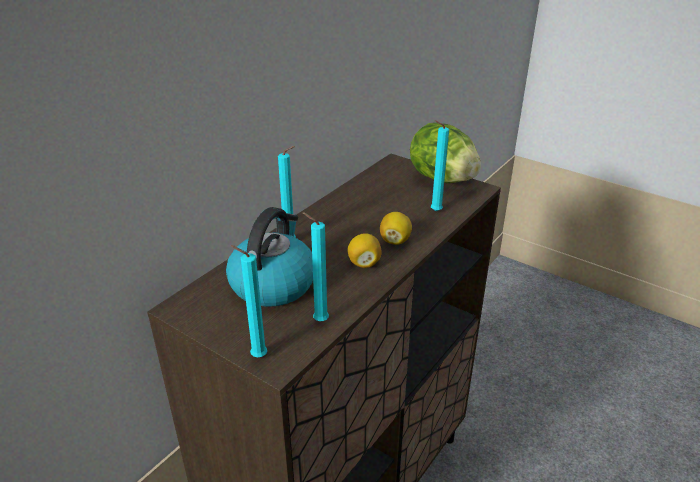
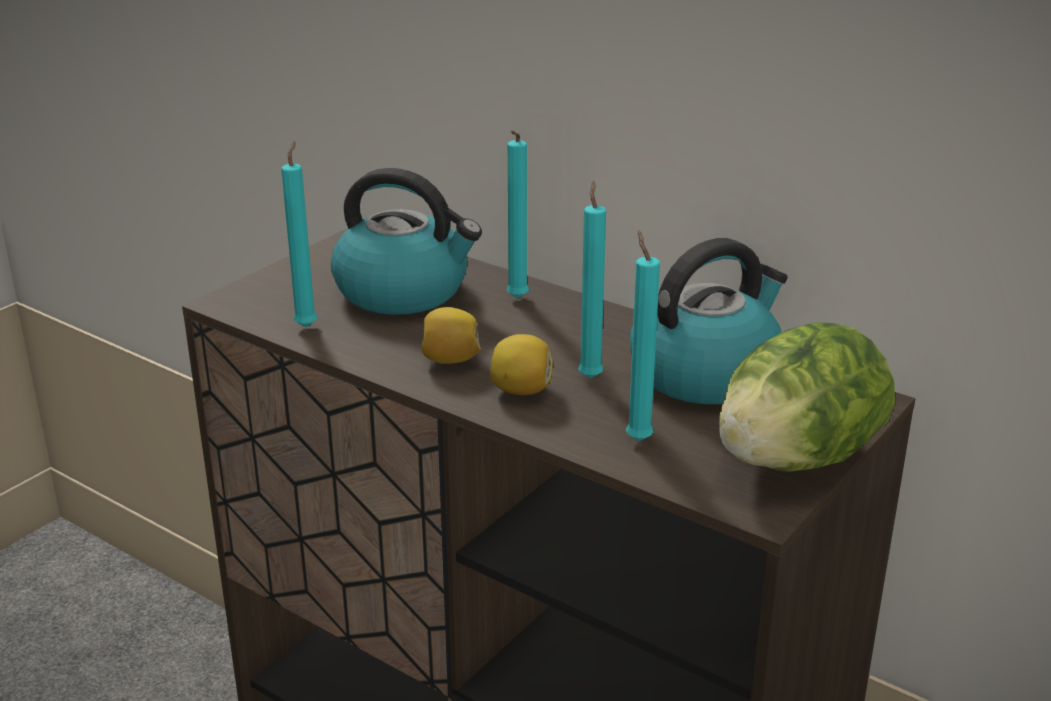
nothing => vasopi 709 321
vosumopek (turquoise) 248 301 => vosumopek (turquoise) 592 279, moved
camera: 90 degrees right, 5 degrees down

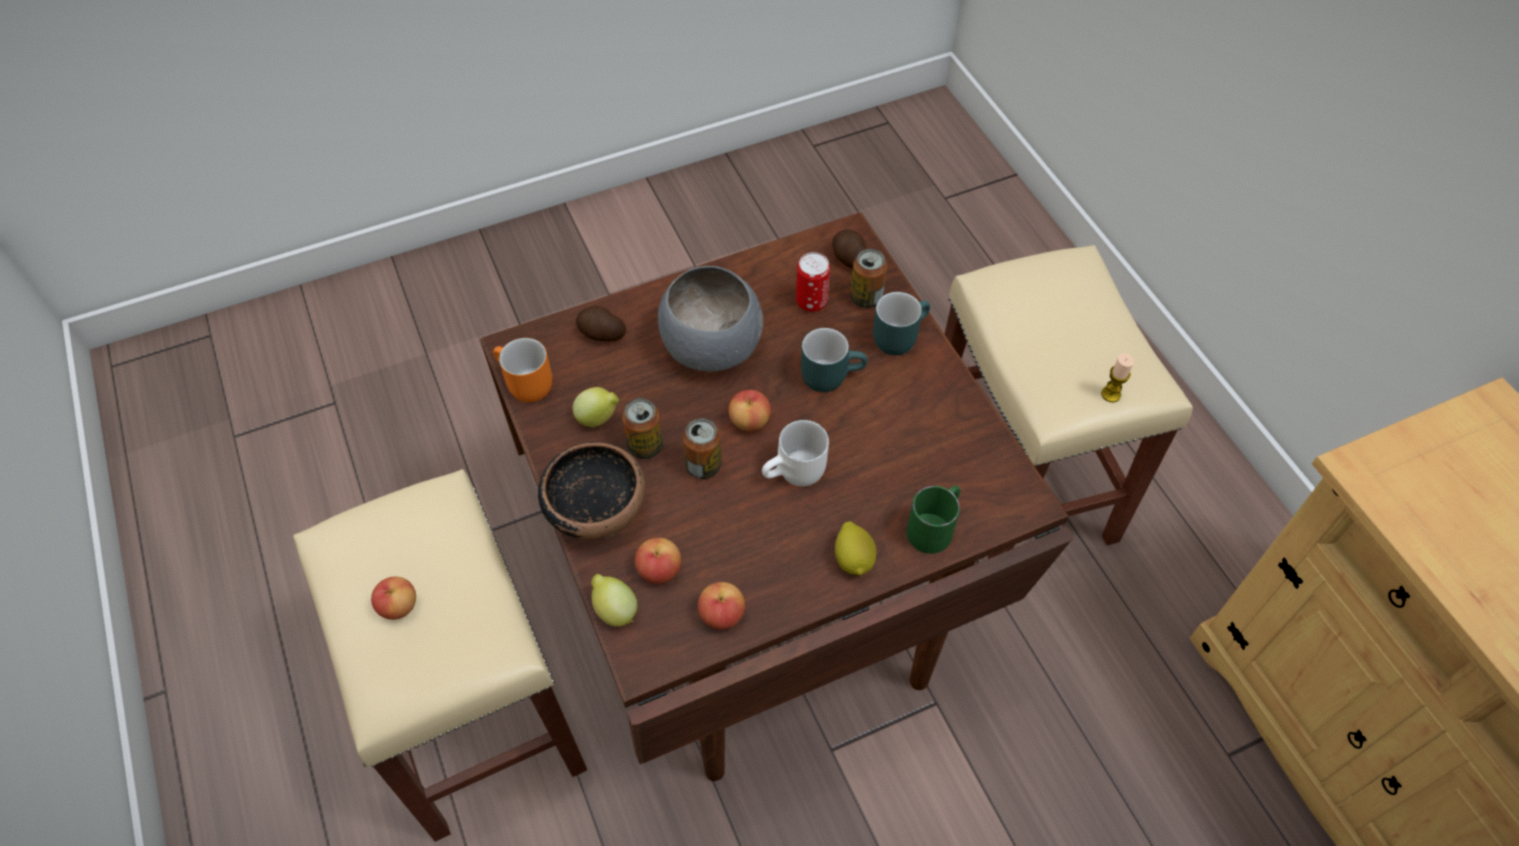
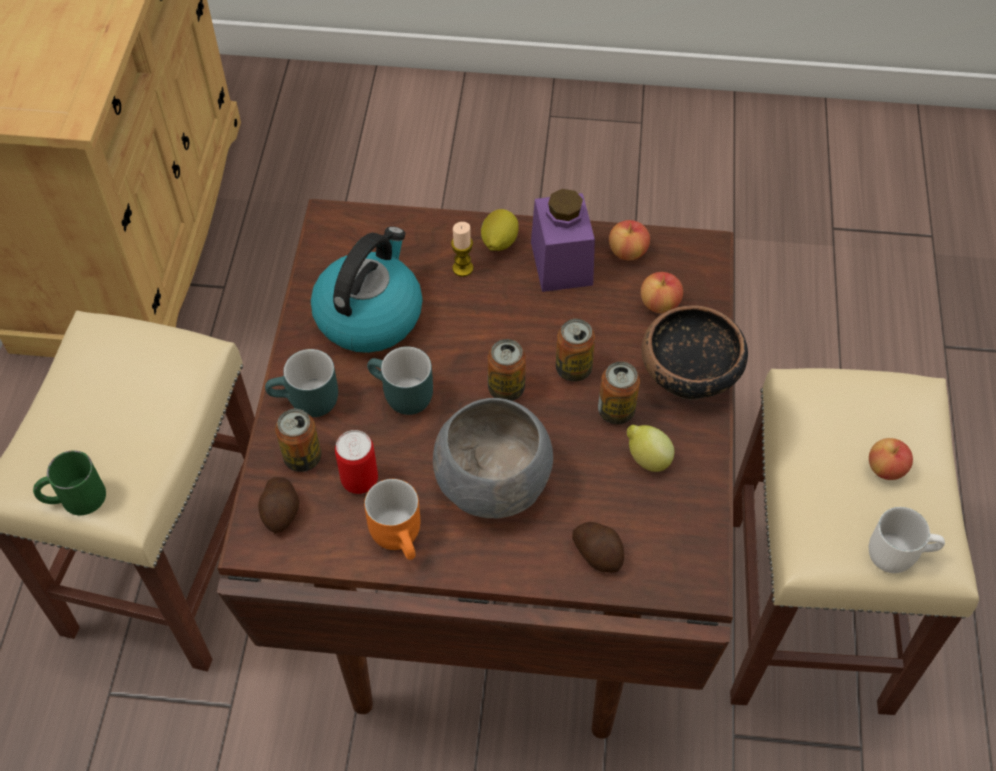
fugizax 614 600 => nothing
nothing => vasopi 367 289
nothing => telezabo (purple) 563 240
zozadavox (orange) 522 370 => zozadavox (orange) 392 519, moved
zozadavox (white) 795 453 => zozadavox (white) 907 540, moved
zozadavox (green) 933 519 => zozadavox (green) 69 482, moved
vosumopek 1117 377 => vosumopek 462 249, moved
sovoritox 749 410 => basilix 507 370
camera: 150 degrees left, 0 degrees up

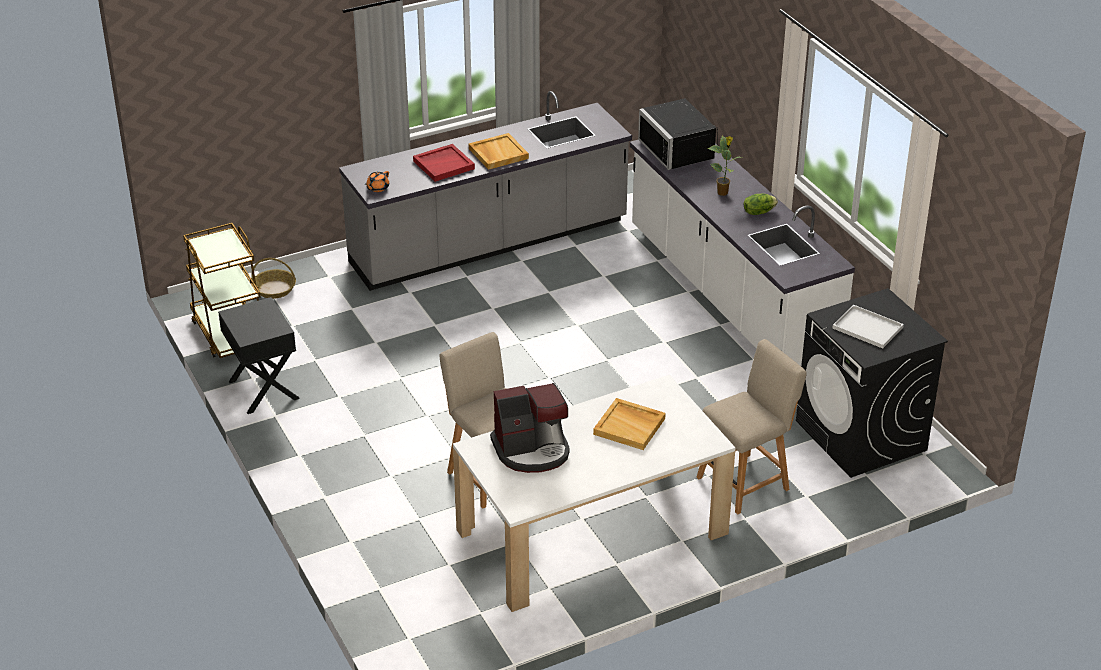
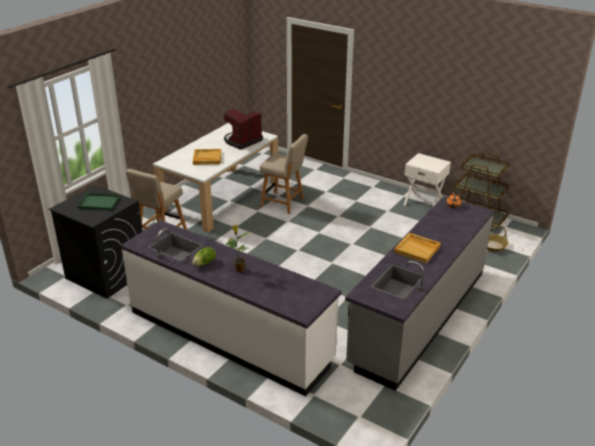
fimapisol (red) 444 163 => nothing
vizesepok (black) 678 134 => nothing
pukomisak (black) 259 355 => pukomisak (white) 427 180
fimapisol (white) 868 326 => fimapisol (green) 98 201
camera: 150 degrees right, 5 degrees down

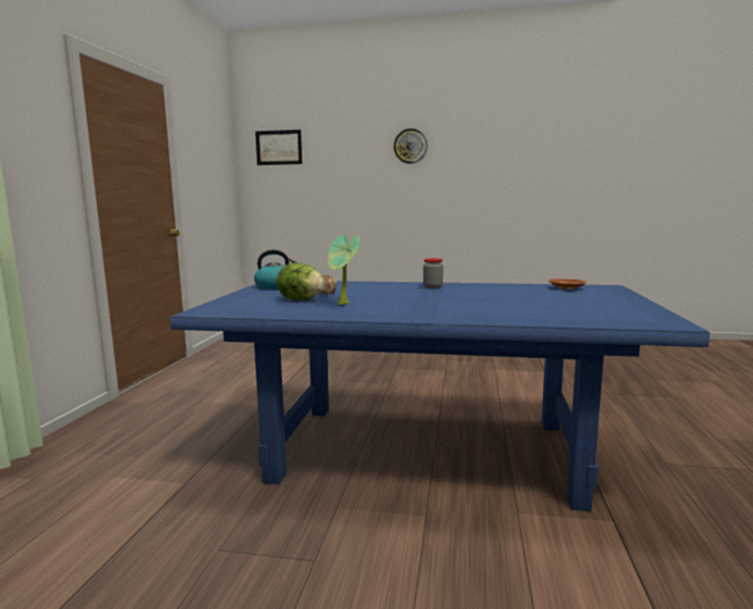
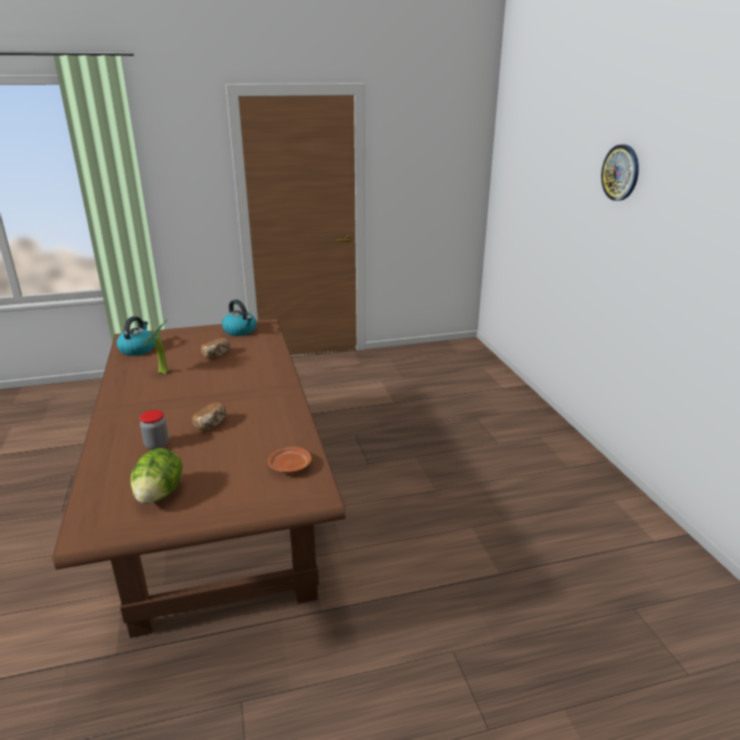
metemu 278 147 => nothing
nothing => vasopi 135 336
nothing => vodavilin 209 417
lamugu 301 281 => lamugu 156 476, moved
telezabo 433 273 => telezabo 154 430, moved
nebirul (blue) 440 396 => nebirul (brown) 198 478
camera: 65 degrees right, 15 degrees up

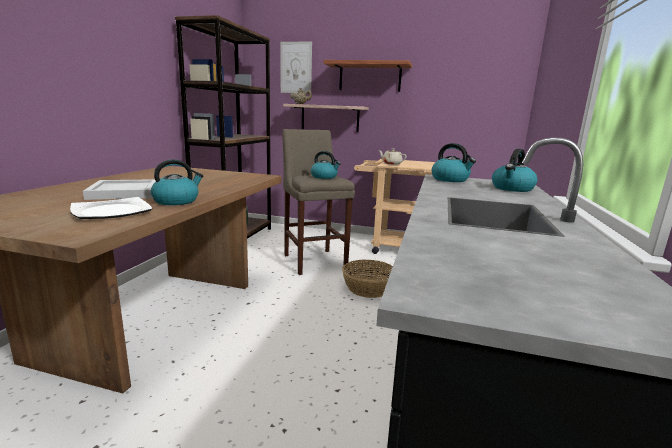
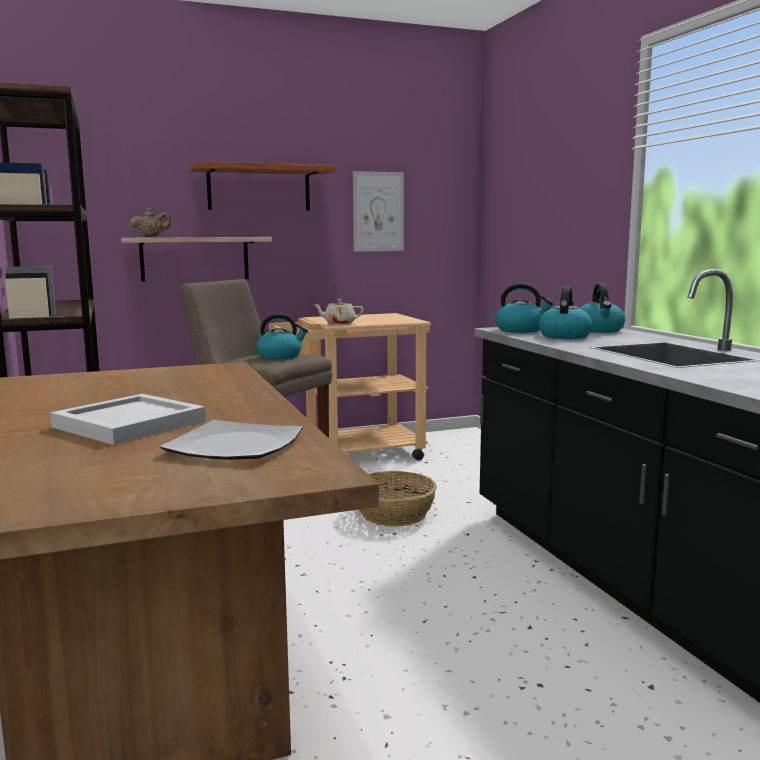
vasopi 177 182 => vasopi 566 312, moved
metemu 296 68 => metemu 378 211, moved
camera: 35 degrees left, 5 degrees down

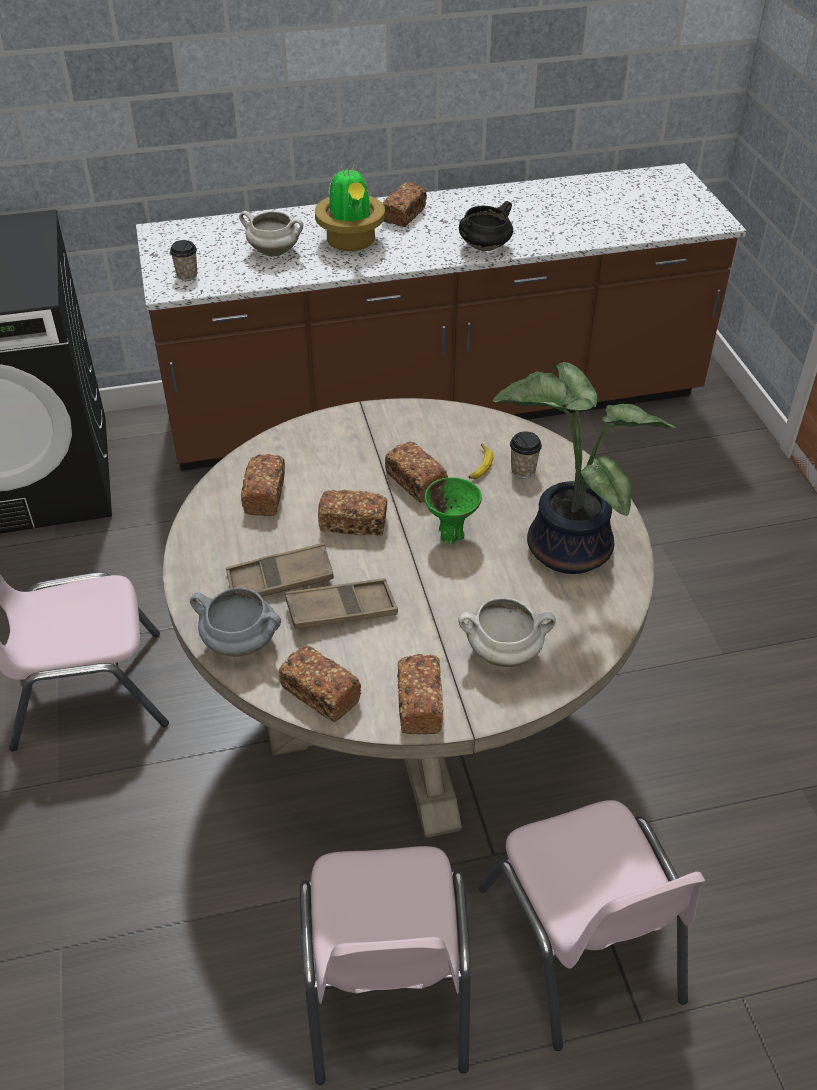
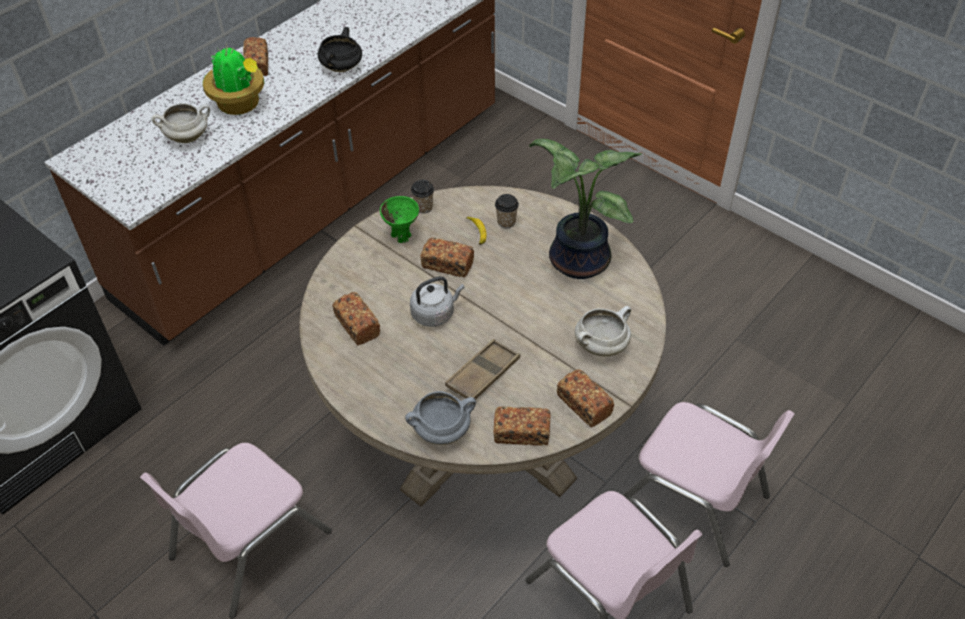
fimapisol (brown) 280 570 => nothing
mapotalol 183 260 => mapotalol 422 197, moved
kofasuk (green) 453 510 => kofasuk (green) 399 219, moved
vodavilin 352 512 => vasopi (grey) 437 301
camera: 35 degrees left, 5 degrees up

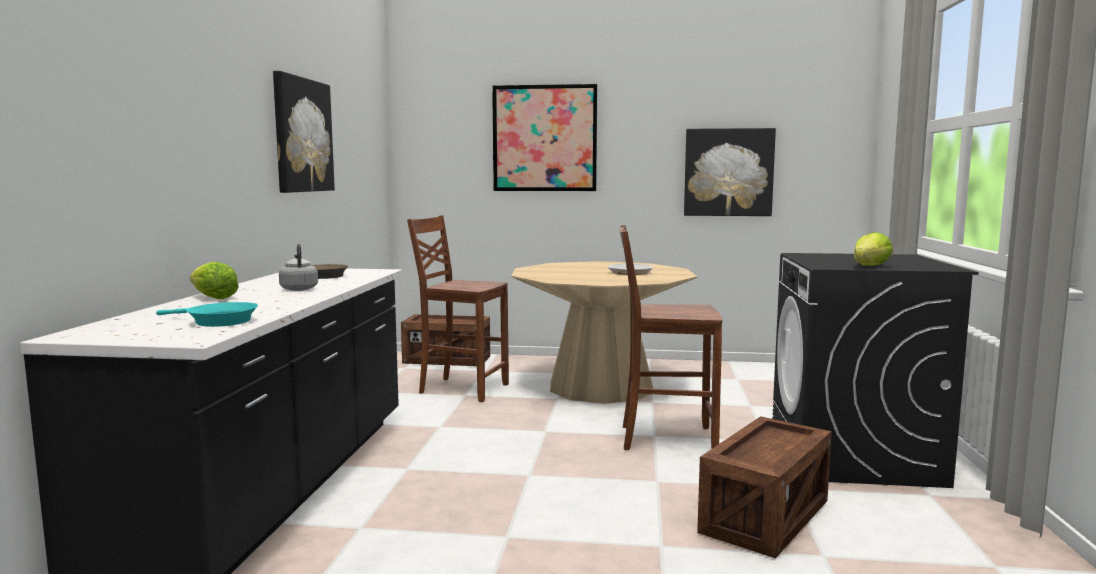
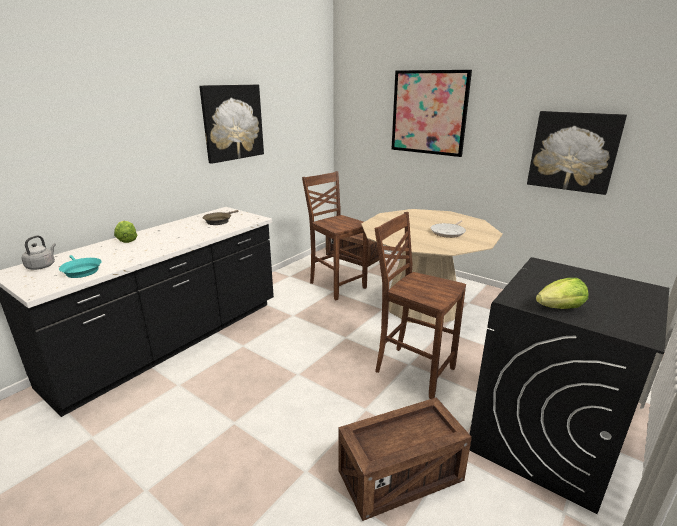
vasopi (grey) 298 267 => vasopi (grey) 39 252, moved
camera: 30 degrees right, 15 degrees up

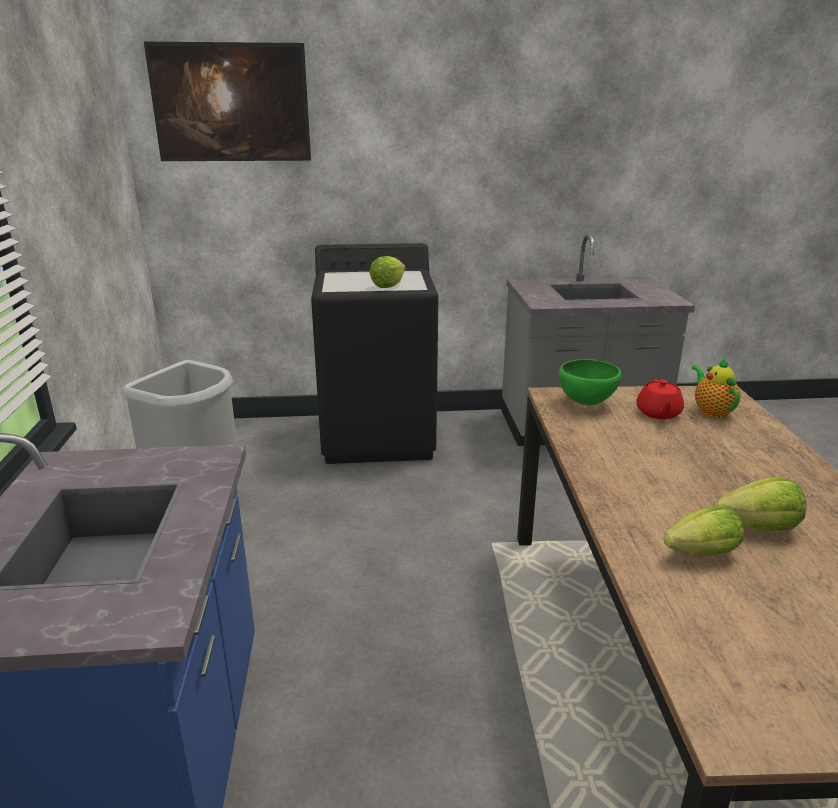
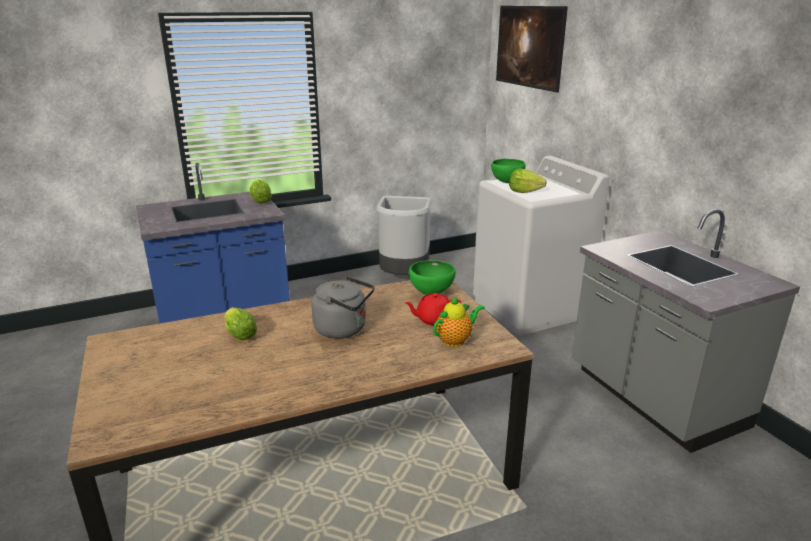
nothing => vasopi (grey) 342 307
nothing => kofasuk (green) 508 171
lamugu 760 504 => lamugu 261 192, moved
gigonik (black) 375 353 => gigonik (white) 541 246
camera: 70 degrees right, 0 degrees up

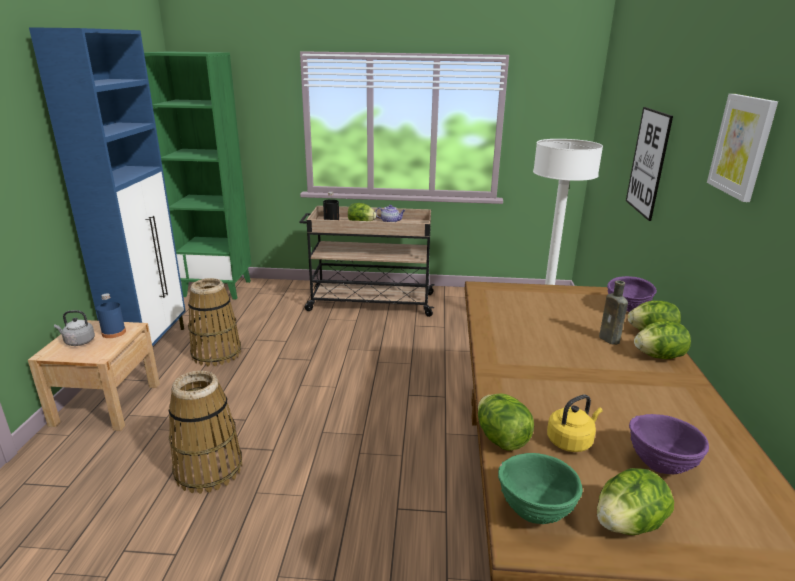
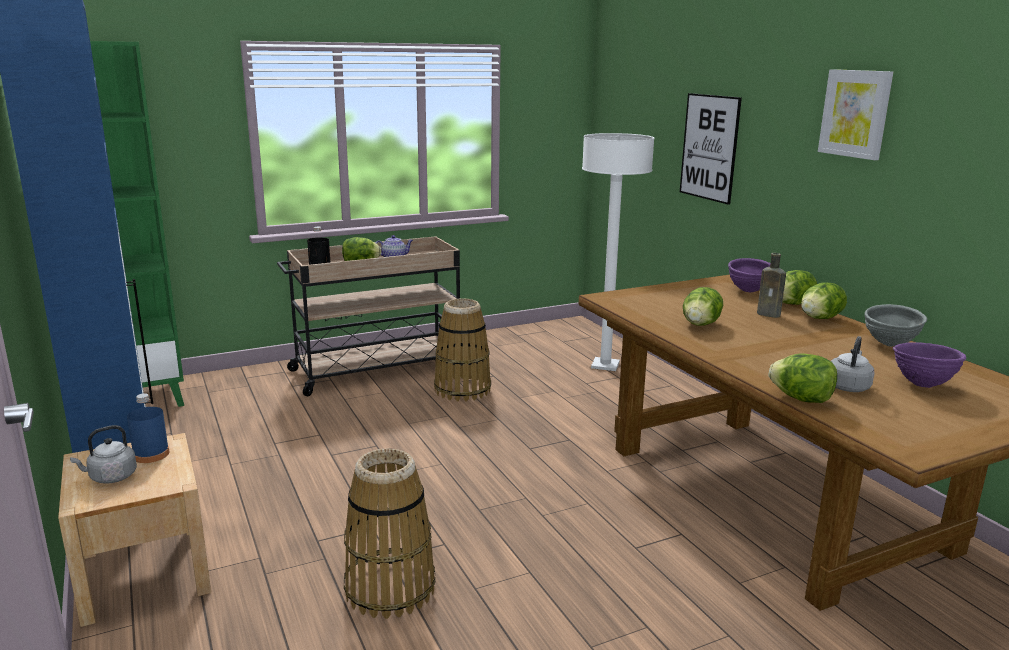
kofasuk (green) 540 488 => nothing
nothing => kofasuk (grey) 895 325
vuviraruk 214 322 => vuviraruk 462 350, moved
lamugu 635 501 => lamugu 703 306, moved
vasopi (yellow) 575 423 => vasopi (grey) 853 364
camera: 30 degrees left, 5 degrees down

